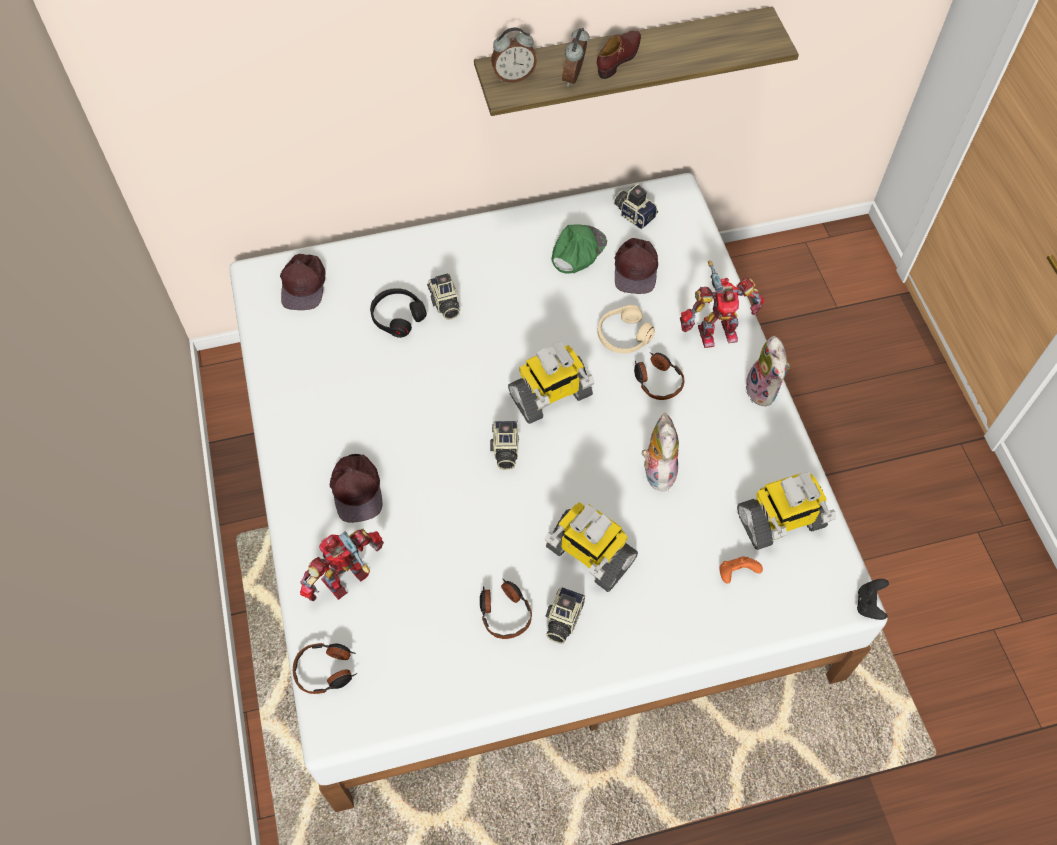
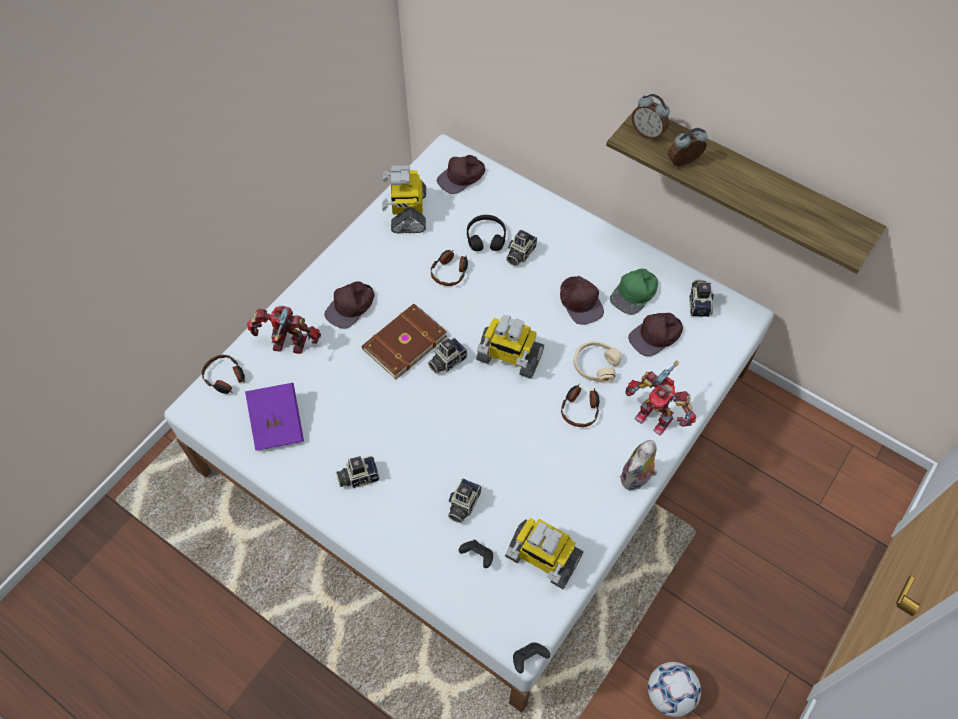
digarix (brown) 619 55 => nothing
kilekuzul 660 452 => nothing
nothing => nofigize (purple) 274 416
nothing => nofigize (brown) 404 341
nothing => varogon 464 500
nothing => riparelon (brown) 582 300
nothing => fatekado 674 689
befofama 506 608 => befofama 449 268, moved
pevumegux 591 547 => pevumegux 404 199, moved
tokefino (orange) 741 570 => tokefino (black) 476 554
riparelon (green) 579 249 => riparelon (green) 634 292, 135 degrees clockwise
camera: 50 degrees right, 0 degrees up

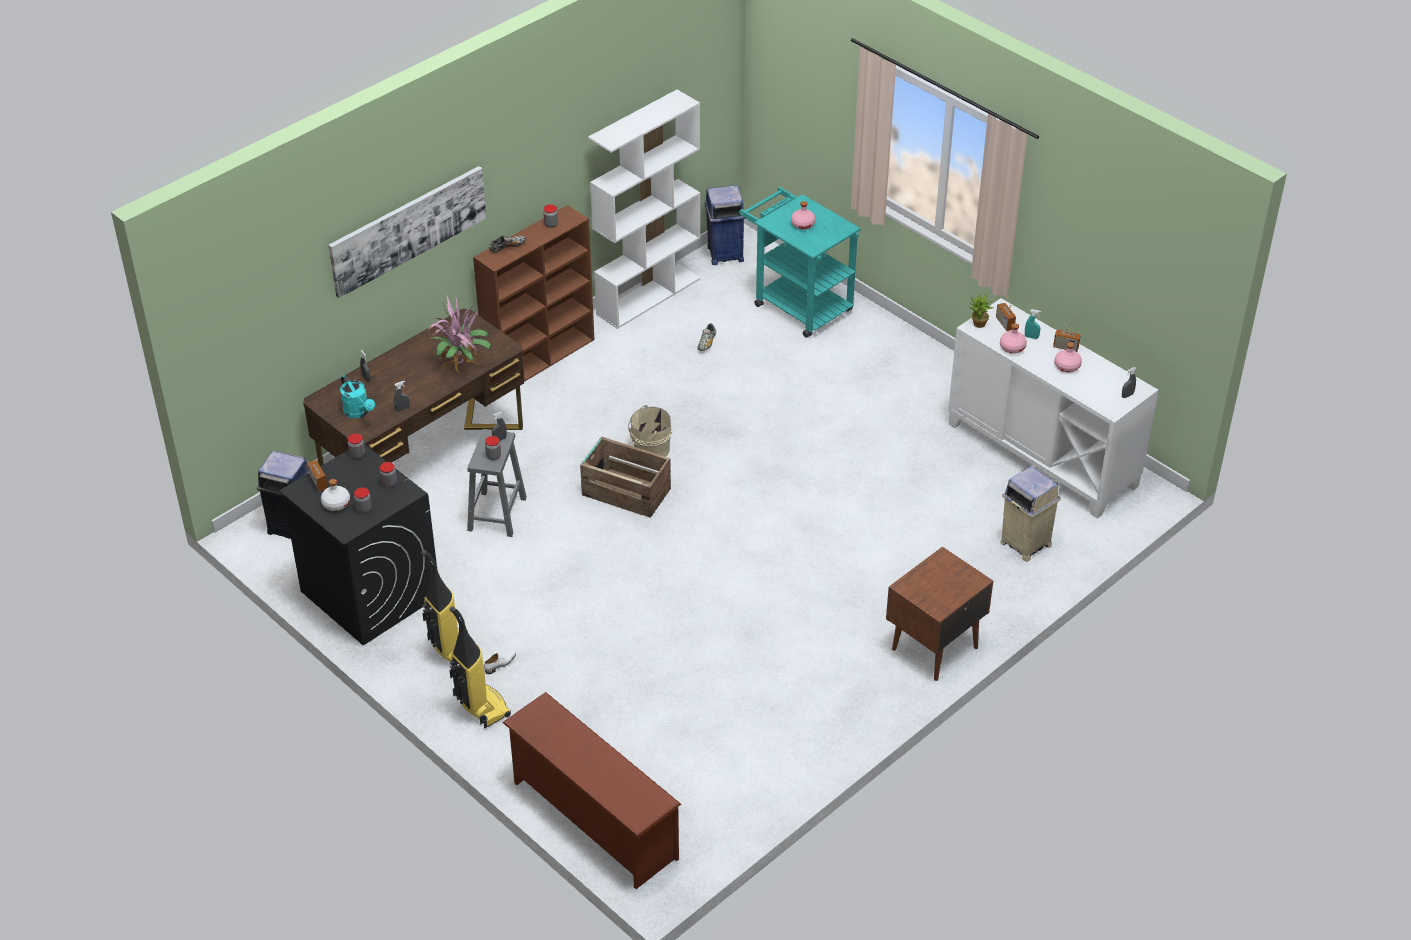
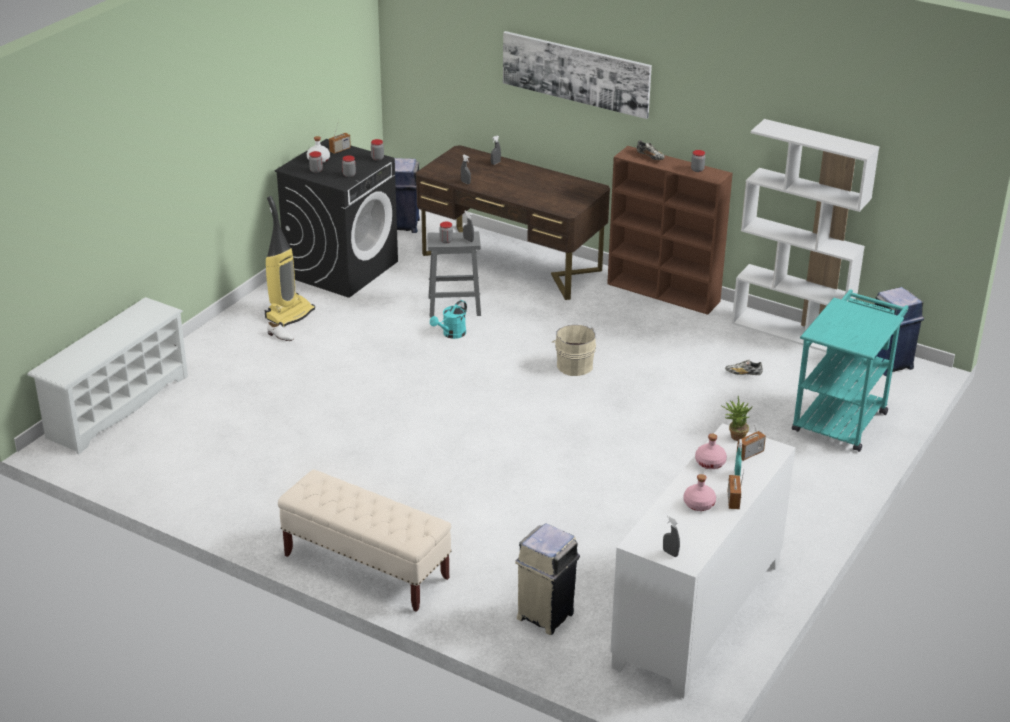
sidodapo 459 333 => nothing
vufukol 480 667 => nothing
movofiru 625 477 => nothing
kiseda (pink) 803 215 => nothing
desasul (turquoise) 357 396 => desasul (turquoise) 448 319, moved
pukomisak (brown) 939 614 => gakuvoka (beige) 364 540
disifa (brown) 591 790 => disifa (white) 107 376
camera: 75 degrees right, 10 degrees down

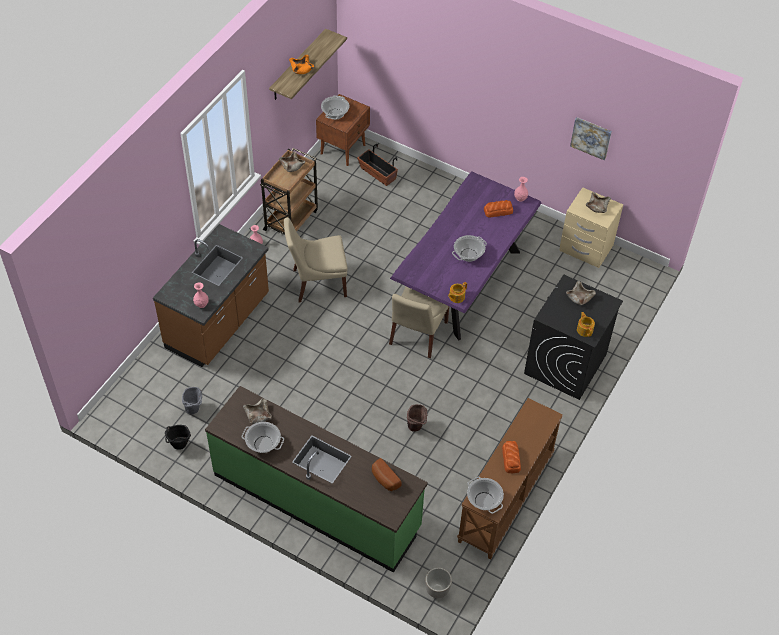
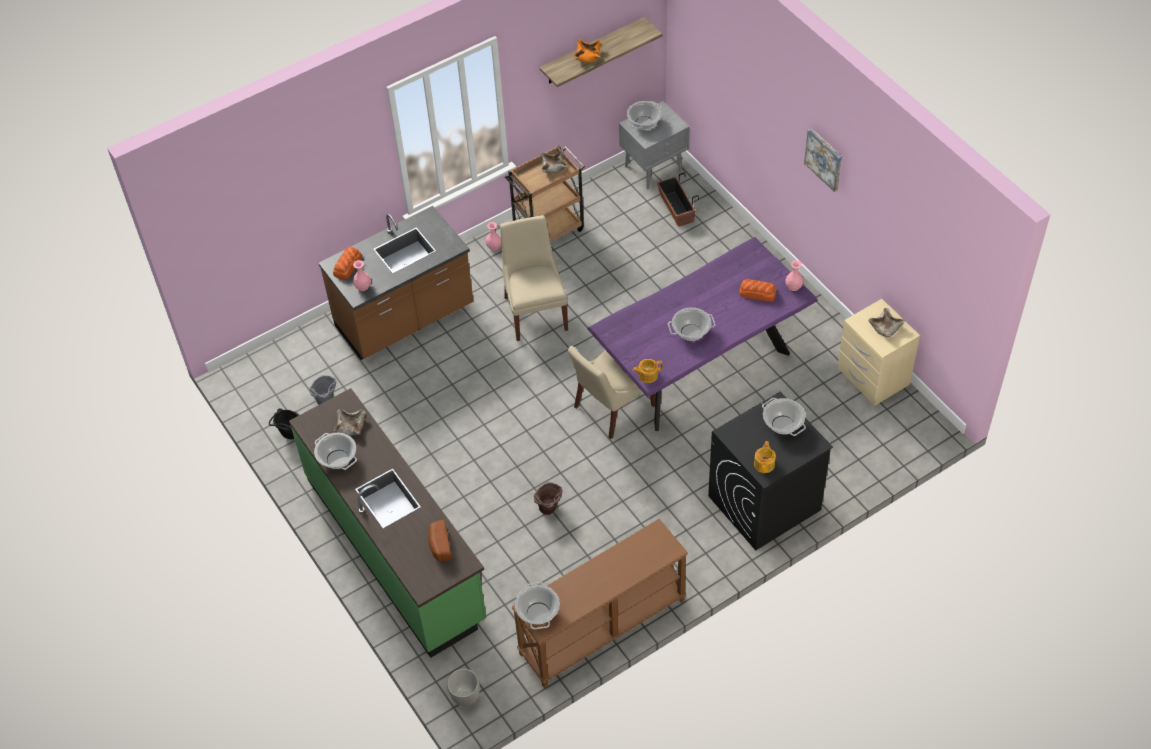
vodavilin 511 457 => vodavilin 347 263, moved
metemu 591 138 => metemu 823 160, moved
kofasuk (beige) 581 293 => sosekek 784 417
pukomisak (brown) 343 130 => pukomisak (grey) 654 145
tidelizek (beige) 316 260 => tidelizek (beige) 534 278, 60 degrees clockwise
camera: 30 degrees right, 0 degrees up

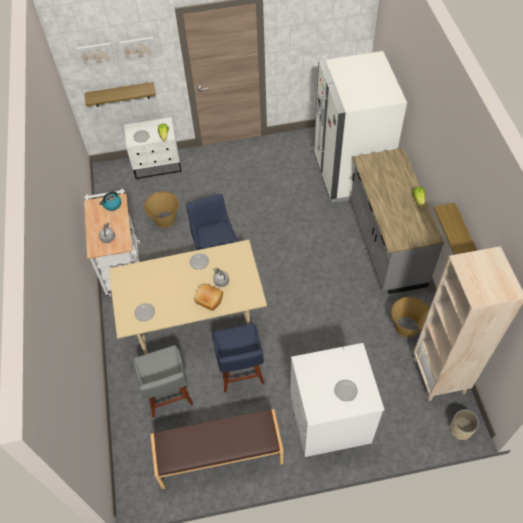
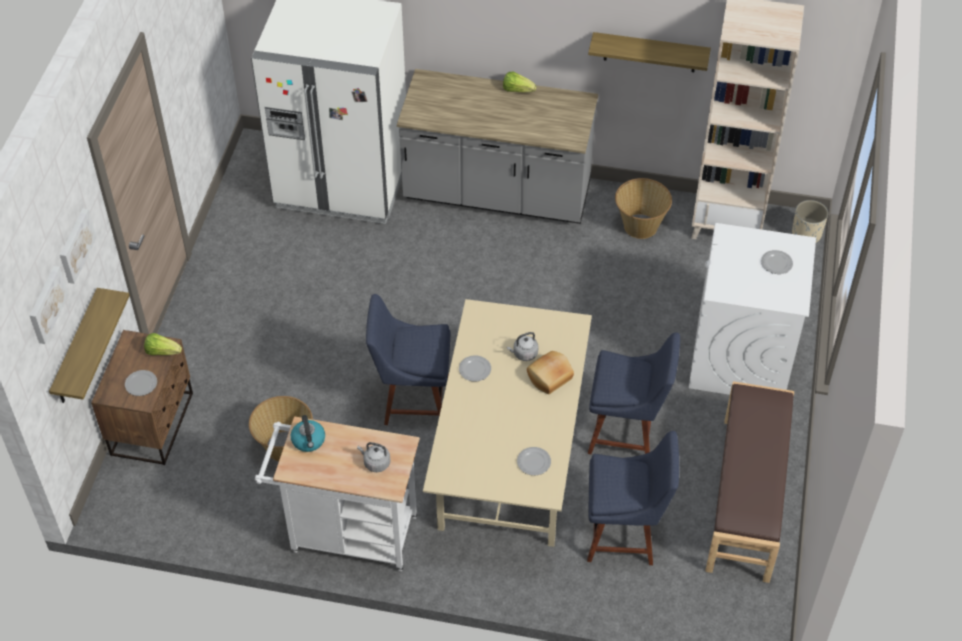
pukomisak (white) 152 148 => pukomisak (brown) 142 397
tidelizek (grey) 163 381 => tidelizek (blue) 633 498
camera: 70 degrees left, 5 degrees down

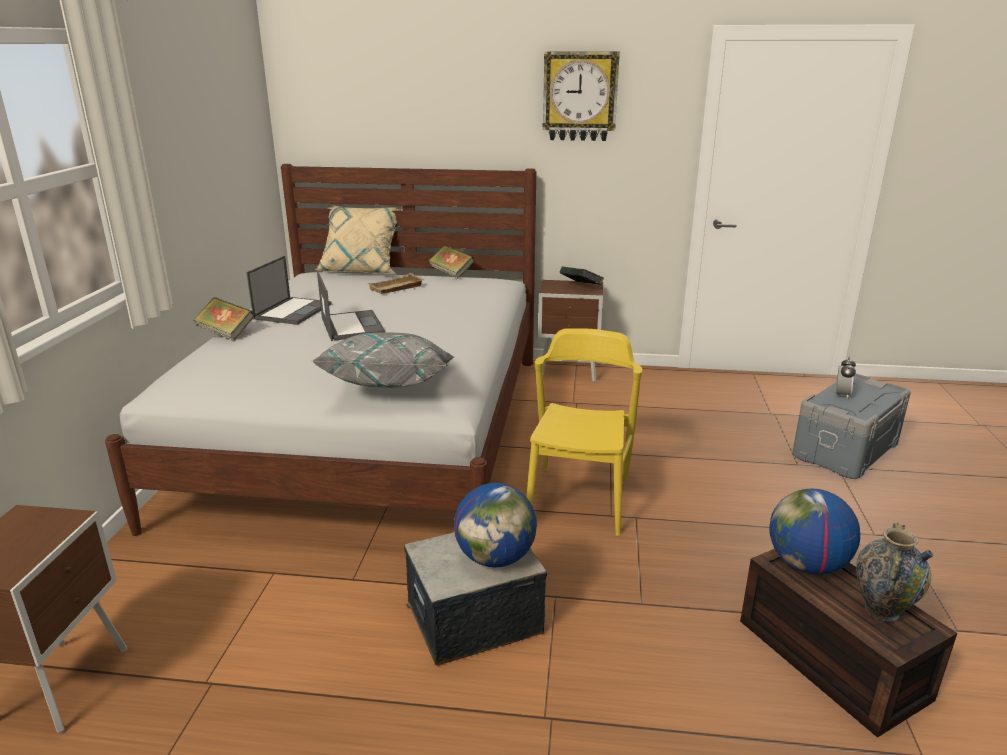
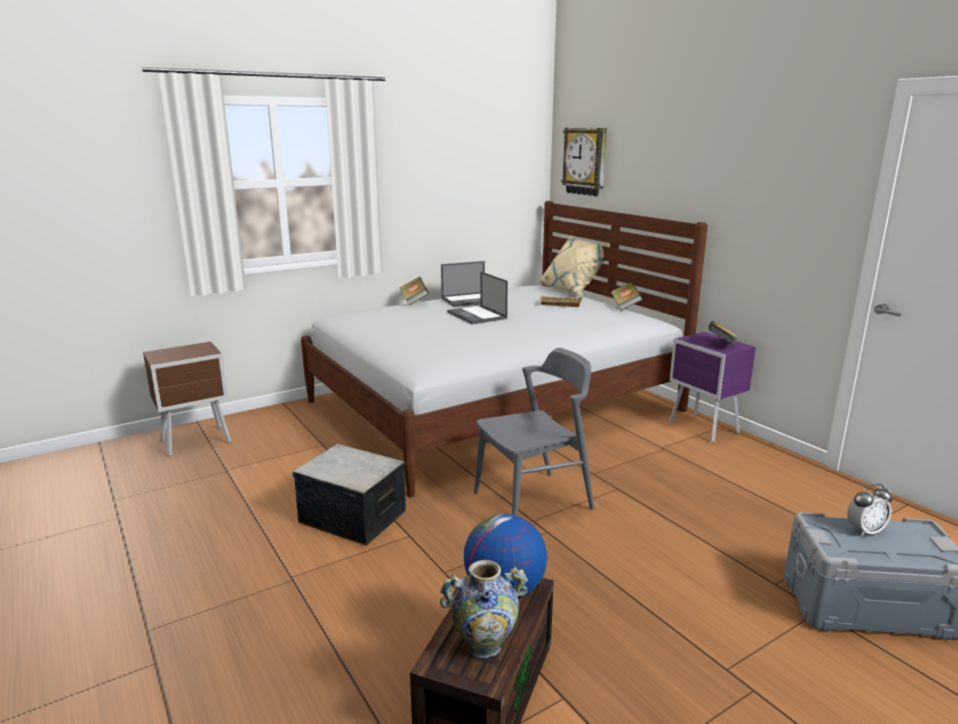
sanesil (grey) 383 360 => nothing
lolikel 495 525 => nothing
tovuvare 581 96 => tovuvare 584 162, moved
tidelizek (yellow) 584 432 => tidelizek (grey) 534 432
pukomisak (brown) 570 331 => pukomisak (purple) 712 387
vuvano 351 306 => vuvano 477 298, 120 degrees clockwise
camera: 50 degrees right, 5 degrees down

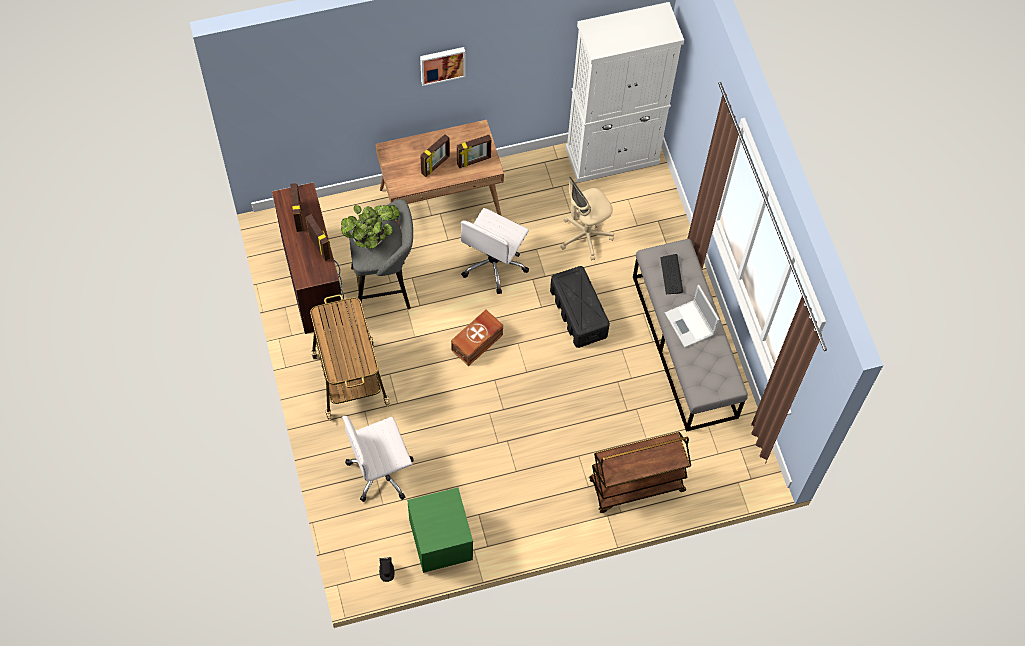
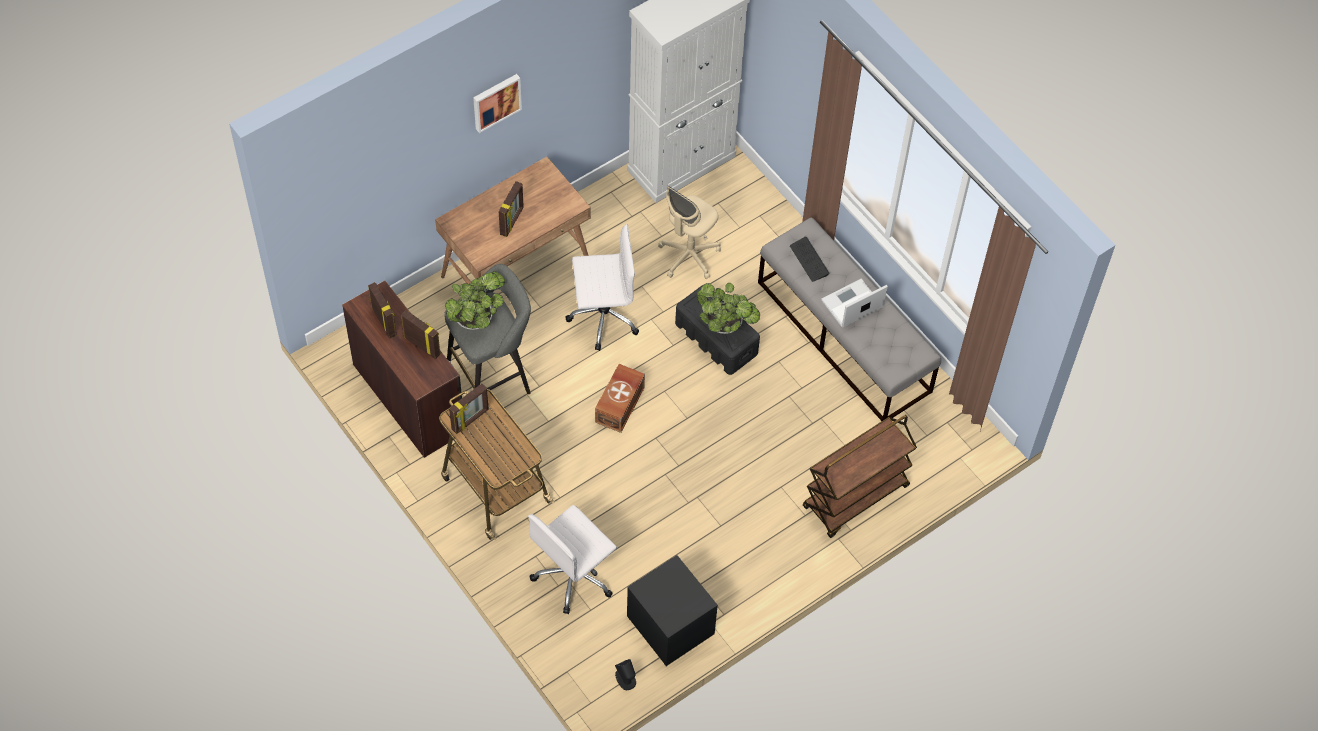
nothing => sidodapo 728 308
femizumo 474 151 => femizumo 469 408, moved
pukomisak (green) 440 530 => pukomisak (black) 672 610
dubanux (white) 495 251 => dubanux (white) 602 287, 105 degrees counterclockwise
vuvano 692 316 => vuvano 854 303, 105 degrees clockwise
camera: 20 degrees left, 5 degrees down

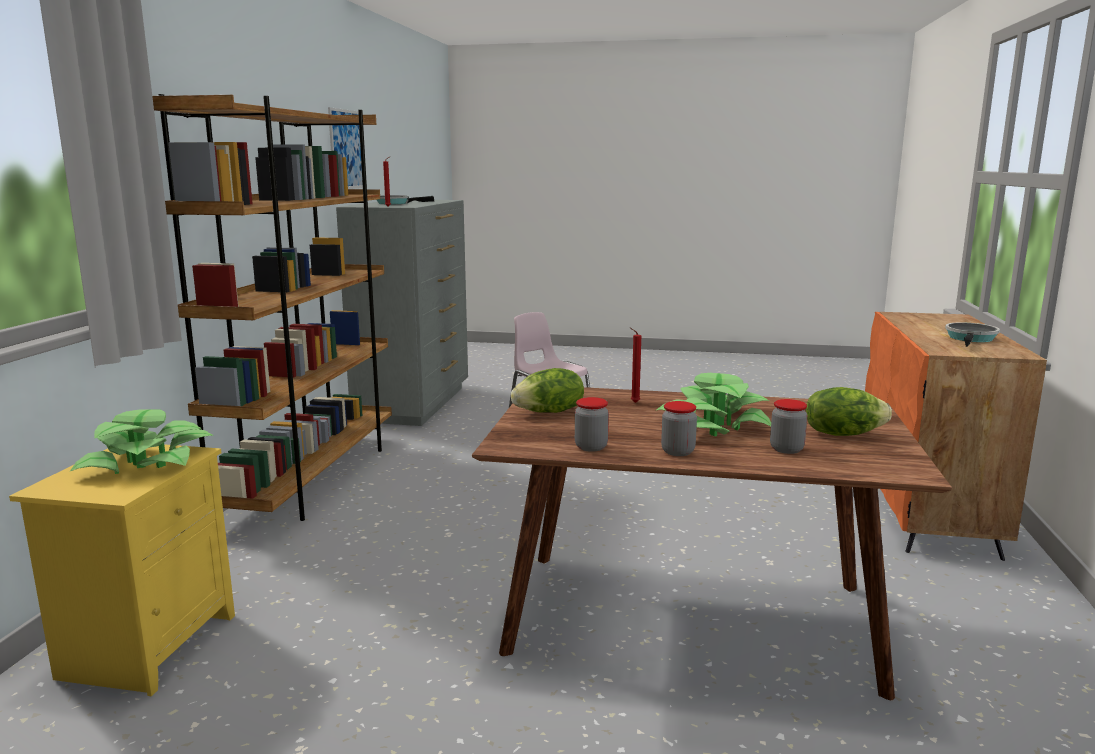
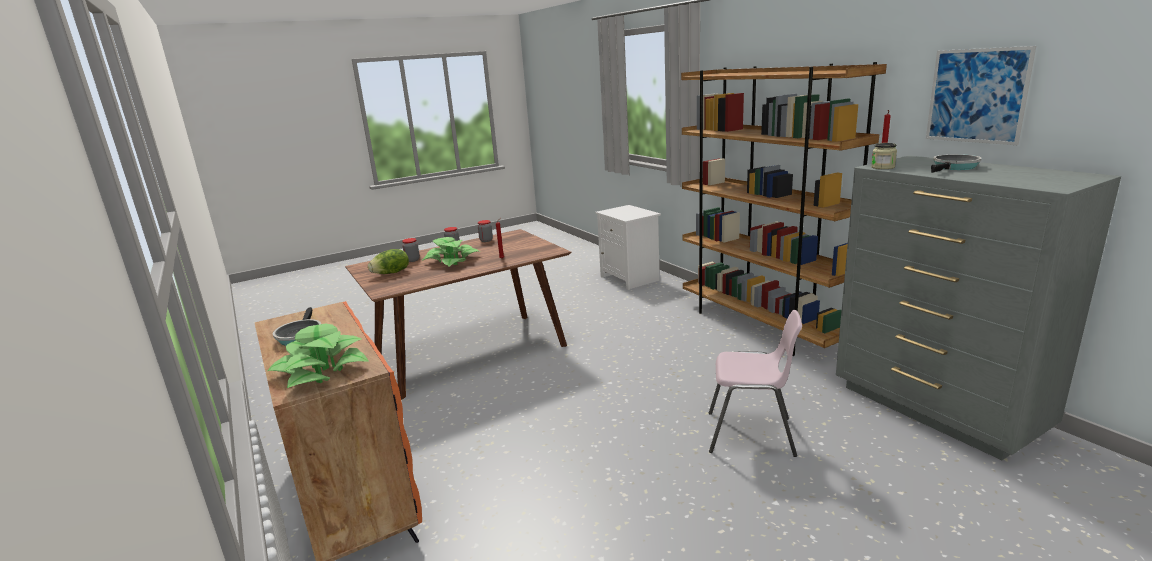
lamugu 547 390 => nothing
nothing => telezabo 884 156
sidodapo 140 441 => sidodapo 318 356, moved
pukomisak (yellow) 122 570 => pukomisak (white) 628 247
camera: 140 degrees right, 5 degrees up

